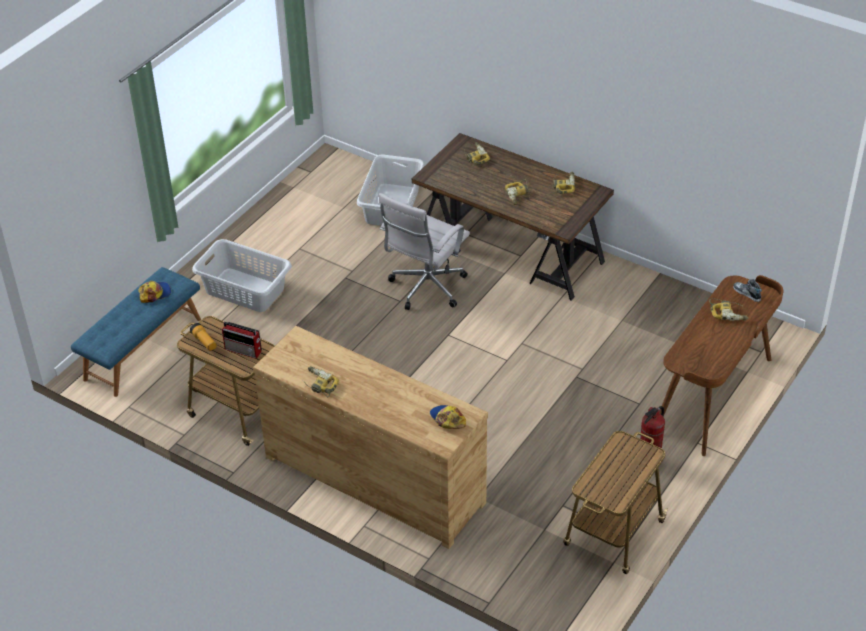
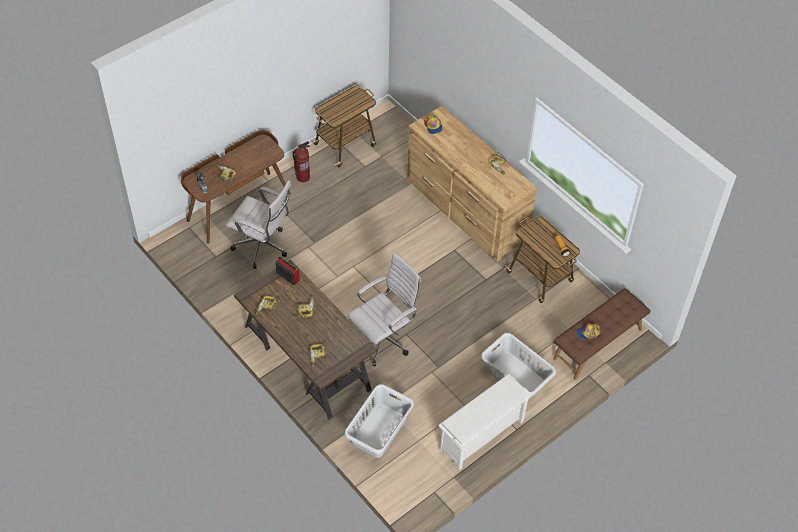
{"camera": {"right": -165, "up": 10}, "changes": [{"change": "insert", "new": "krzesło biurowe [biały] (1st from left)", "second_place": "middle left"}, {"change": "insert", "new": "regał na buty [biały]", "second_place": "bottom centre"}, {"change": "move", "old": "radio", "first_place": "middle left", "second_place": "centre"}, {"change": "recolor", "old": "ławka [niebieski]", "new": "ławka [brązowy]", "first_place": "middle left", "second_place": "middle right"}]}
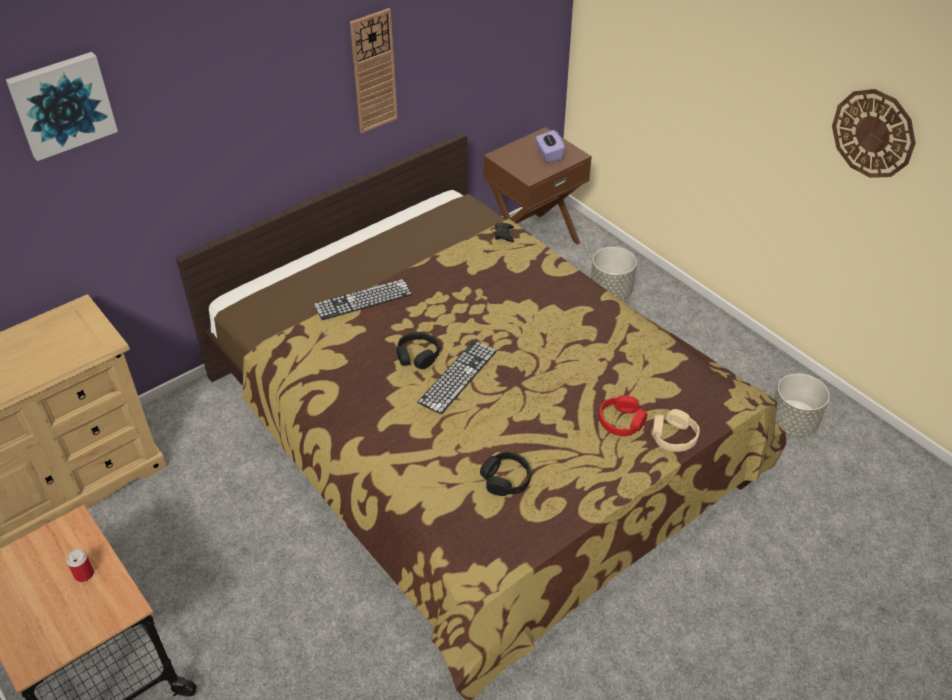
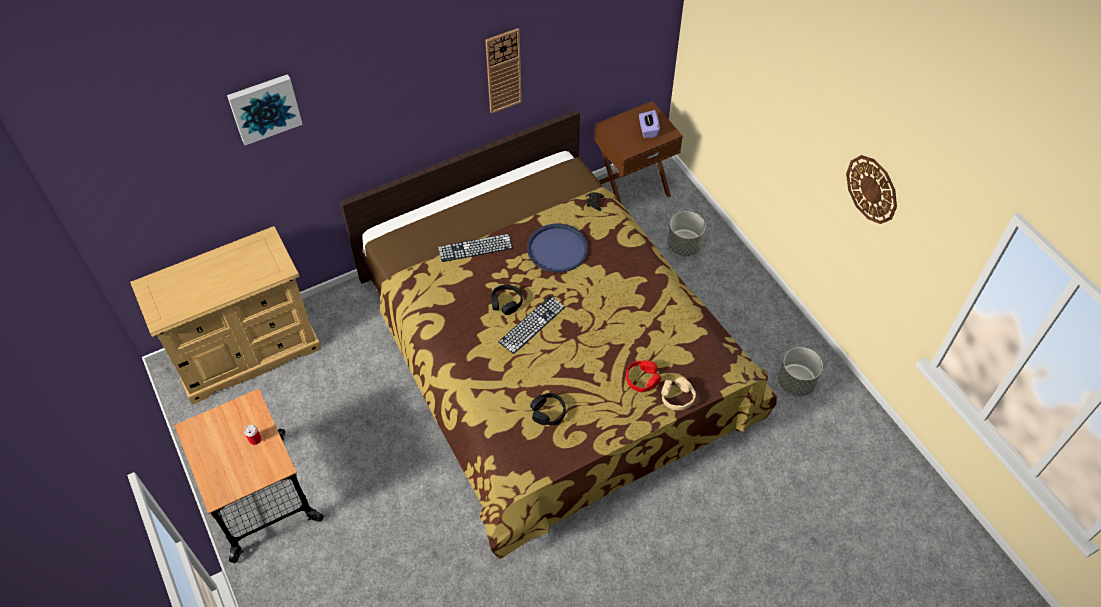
{"camera": {"right": 10, "up": 10}, "changes": [{"change": "insert", "new": "taca [niebieski]", "second_place": "centre"}]}
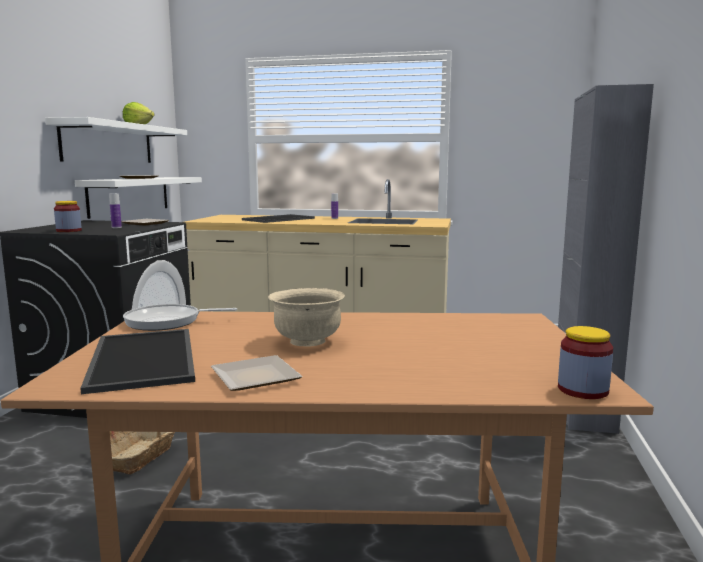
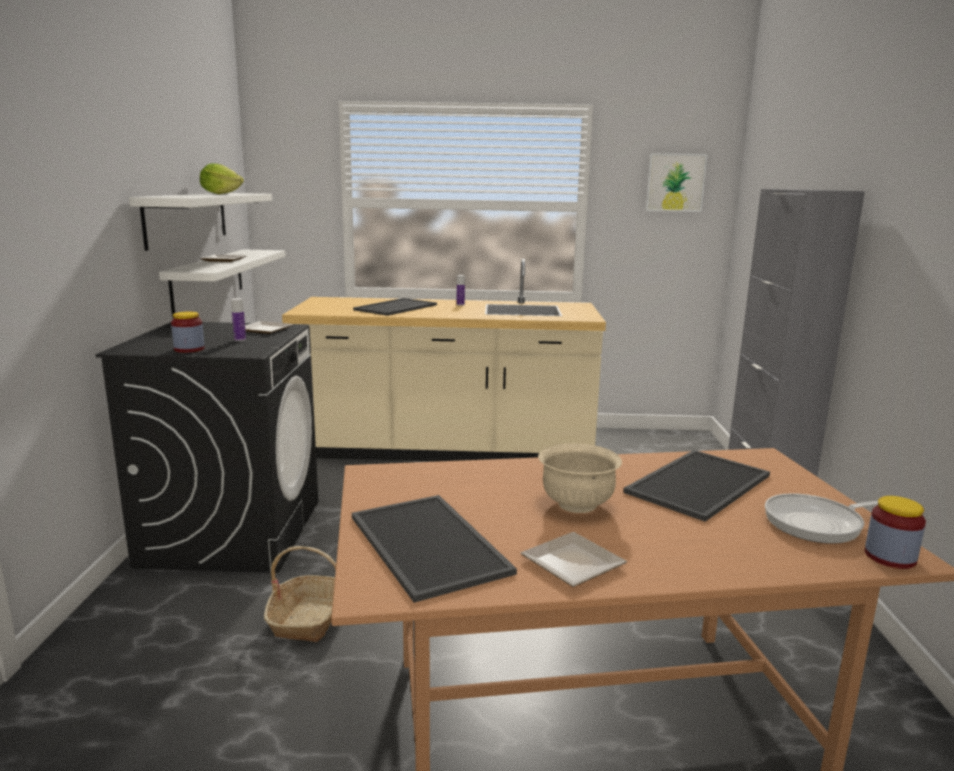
{"camera": {"right": -10, "up": 5}, "changes": [{"change": "insert", "new": "taca (3rd from left)", "second_place": "middle right"}, {"change": "insert", "new": "obraz", "second_place": "top right"}, {"change": "move", "old": "patelnia", "first_place": "middle left", "second_place": "bottom right"}]}
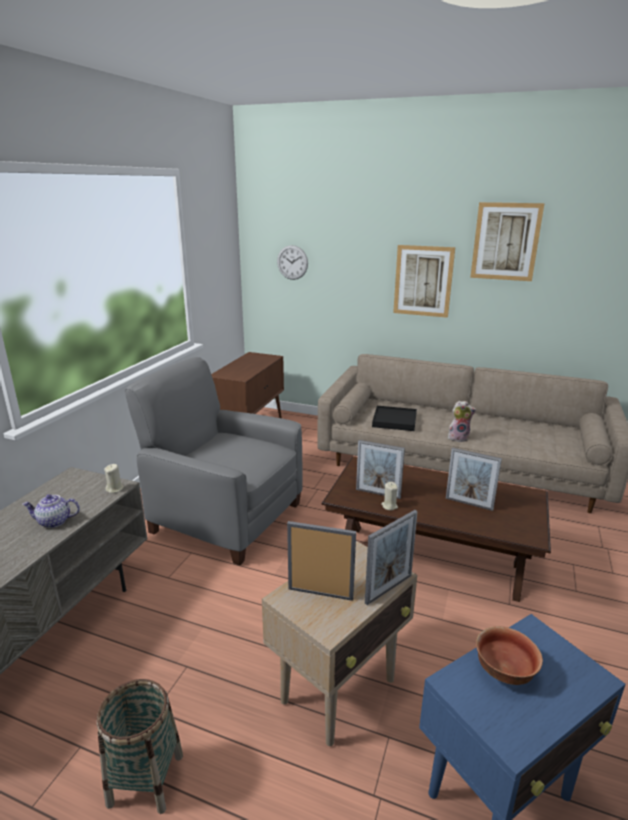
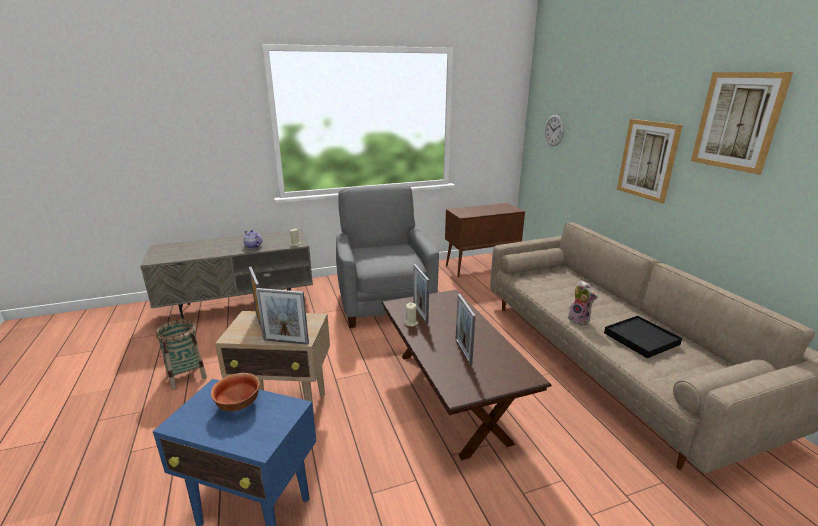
{"camera": {"right": 50, "up": 0}, "changes": [{"change": "move", "old": "taca [czarny]", "first_place": "centre", "second_place": "middle right"}]}
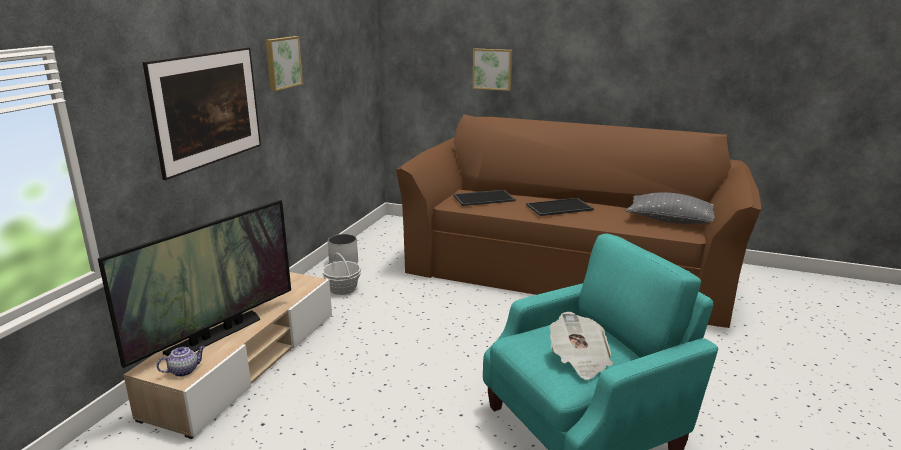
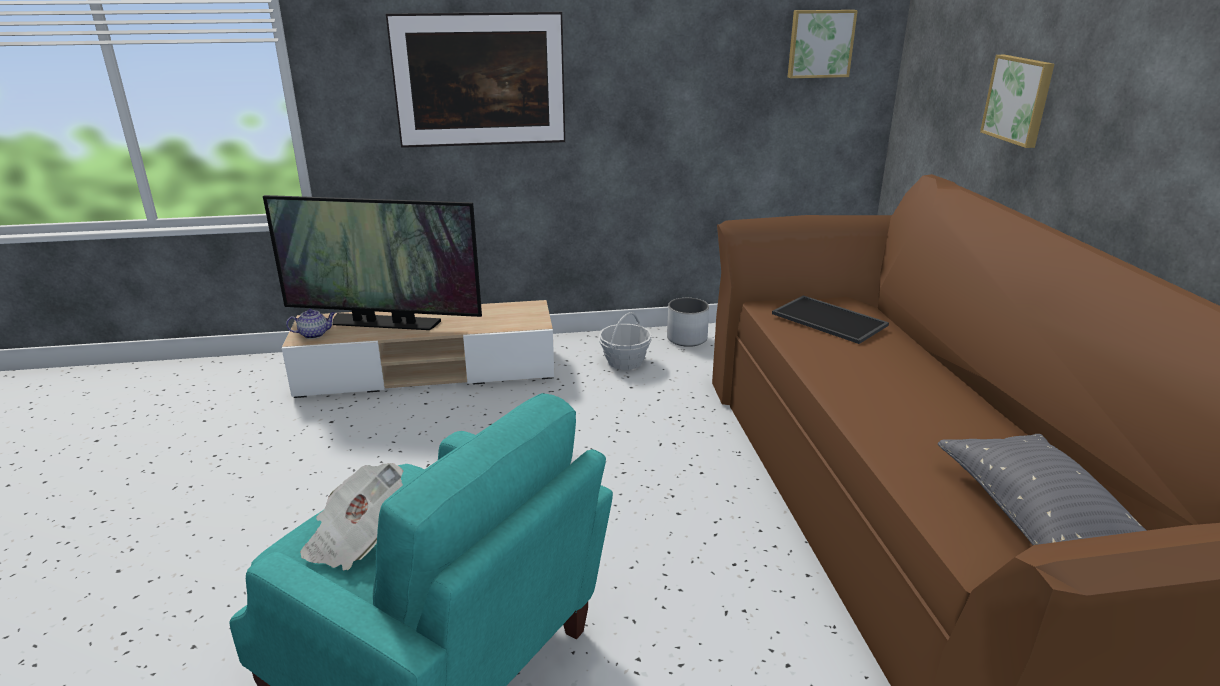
{"camera": {"right": 60, "up": 5}, "changes": [{"change": "delete", "old": "taca (2nd from left)", "first_place": "centre"}, {"change": "move", "old": "obraz (2nd from left)", "first_place": "top left", "second_place": "top right"}, {"change": "rotate", "old": "imbryk", "first_place": "bottom left", "second_place": "middle left", "degrees": -45}]}
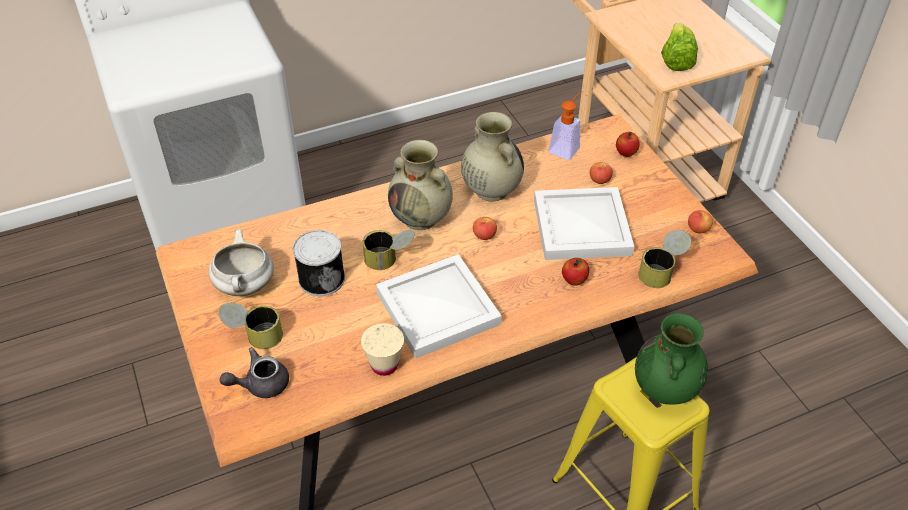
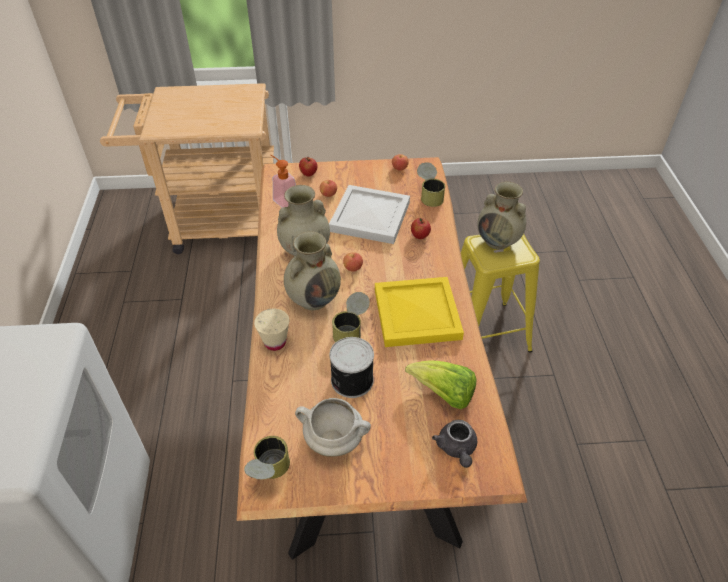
{"camera": {"right": -70, "up": 0}, "changes": [{"change": "move", "old": "puszka (1st from left)", "first_place": "middle left", "second_place": "bottom centre"}, {"change": "move", "old": "filiżanka [beżowy]", "first_place": "bottom centre", "second_place": "centre"}, {"change": "move", "old": "sałata", "first_place": "top right", "second_place": "centre"}, {"change": "recolor", "old": "taca [biały] (1st from left)", "new": "taca [żółty]", "first_place": "centre", "second_place": "centre"}, {"change": "recolor", "old": "wazon [zielony]", "new": "wazon [beżowy] (3rd from left)", "first_place": "bottom right", "second_place": "middle right"}]}
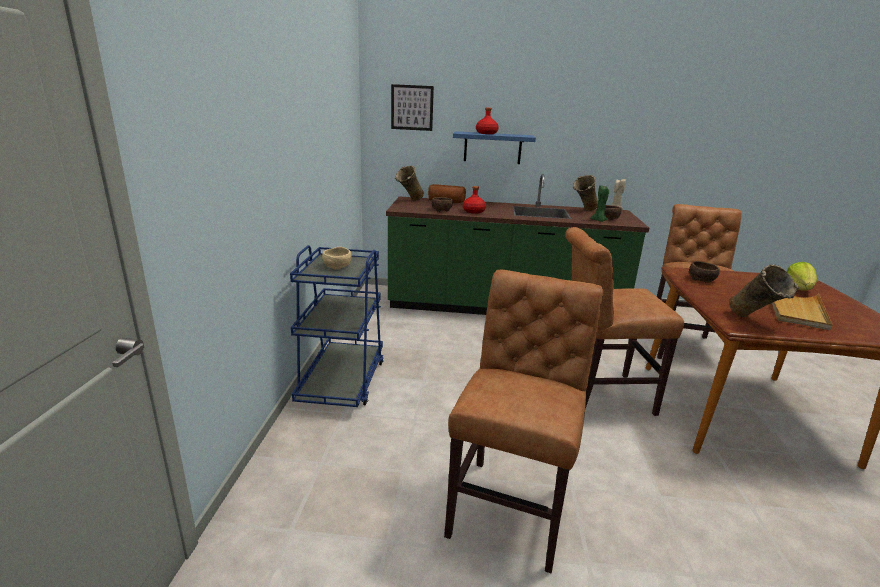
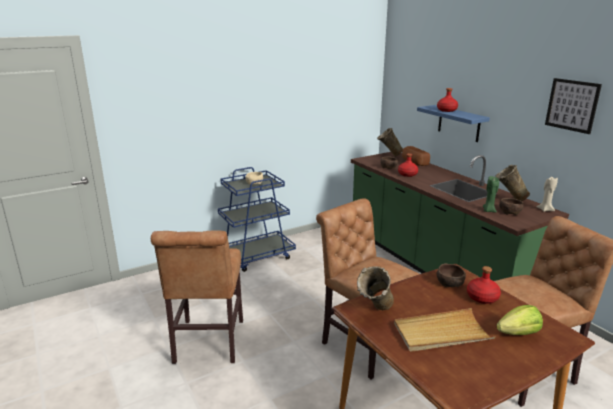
{"camera": {"right": 55, "up": 0}, "changes": [{"change": "insert", "new": "butelka [czerwony] (3rd from left)", "second_place": "bottom right"}, {"change": "move", "old": "obraz", "first_place": "top centre", "second_place": "top right"}, {"change": "rotate", "old": "krzesło [brązowy] (1st from left)", "first_place": "bottom centre", "second_place": "bottom left", "degrees": 105}]}
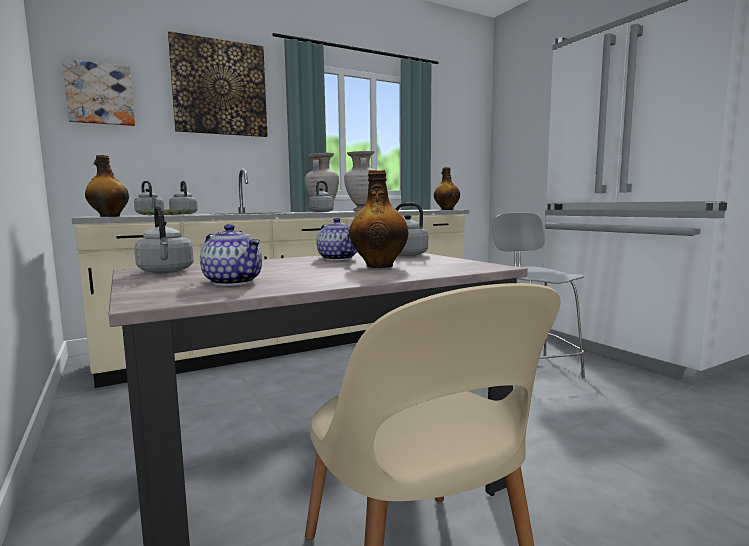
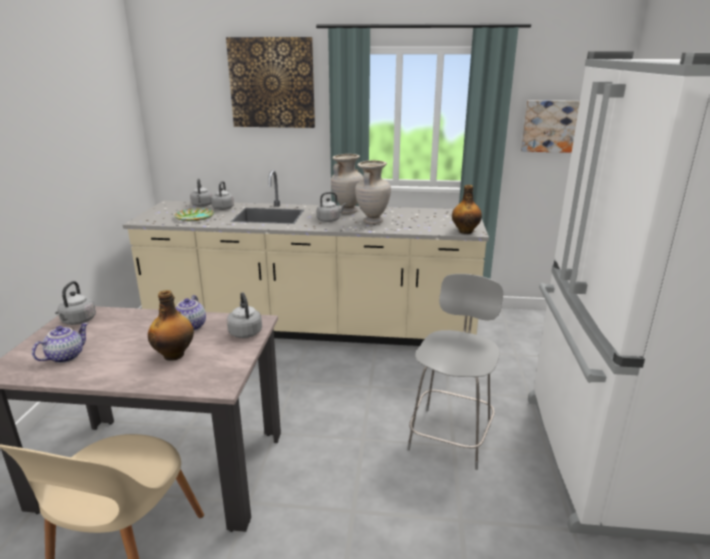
{"camera": {"right": 35, "up": 15}, "changes": [{"change": "delete", "old": "butelka (1st from left)", "first_place": "middle left"}, {"change": "move", "old": "obraz (1st from left in the first image)", "new": "obraz (2nd from left)", "first_place": "top left", "second_place": "top right"}, {"change": "rotate", "old": "imbryk (1st from left)", "first_place": "middle left", "second_place": "middle left", "degrees": -135}]}
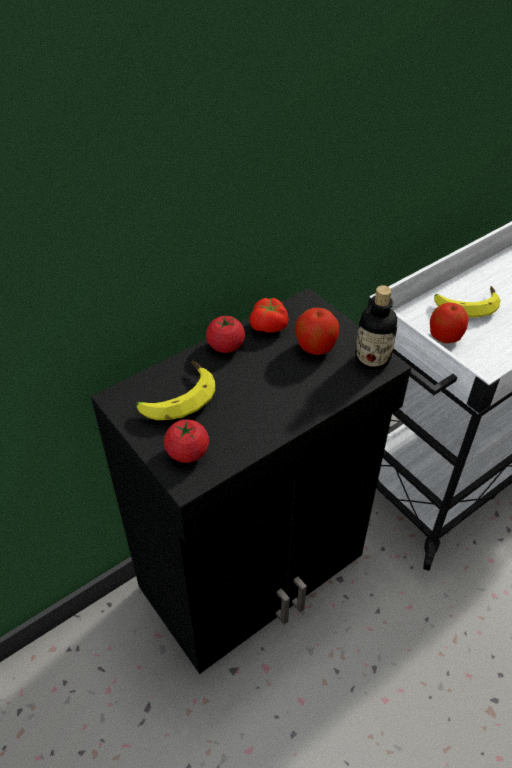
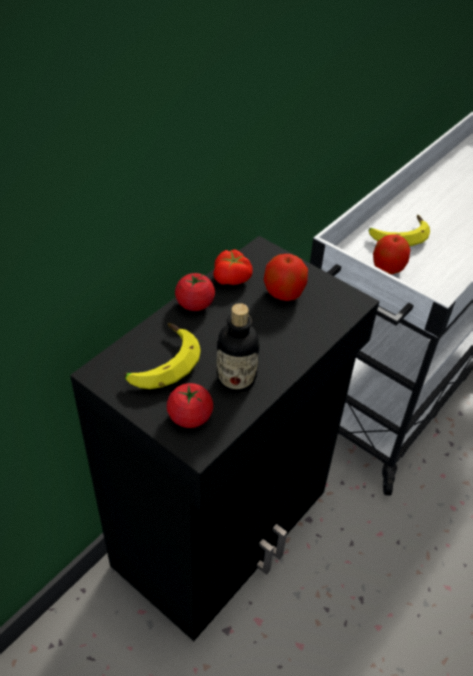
{"camera": {"right": -15, "up": 0}, "changes": [{"change": "move", "old": "butelka", "first_place": "middle right", "second_place": "centre"}]}
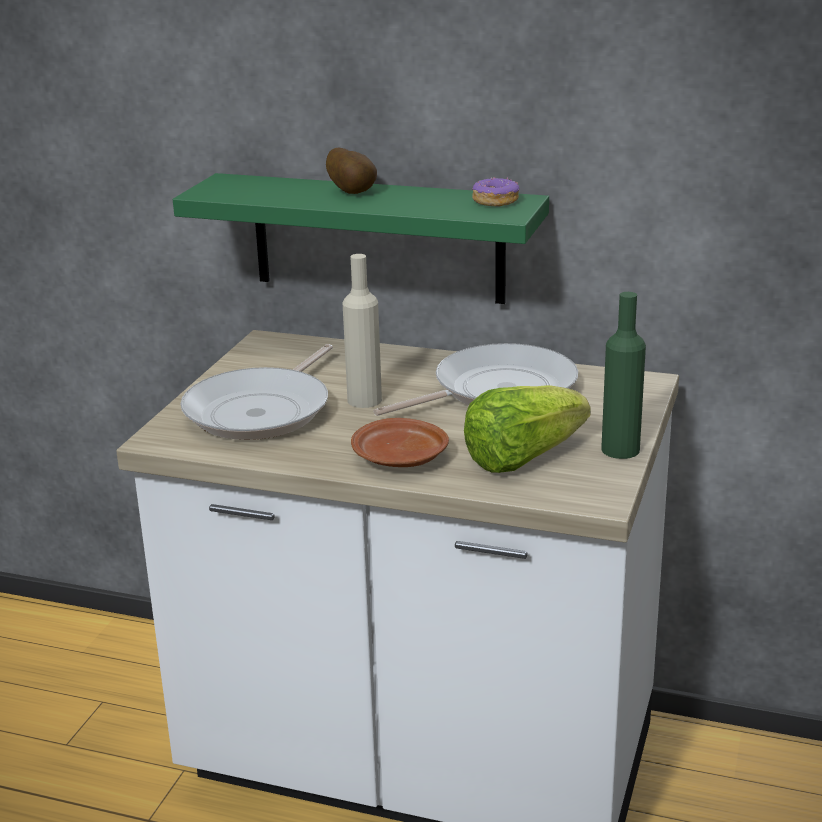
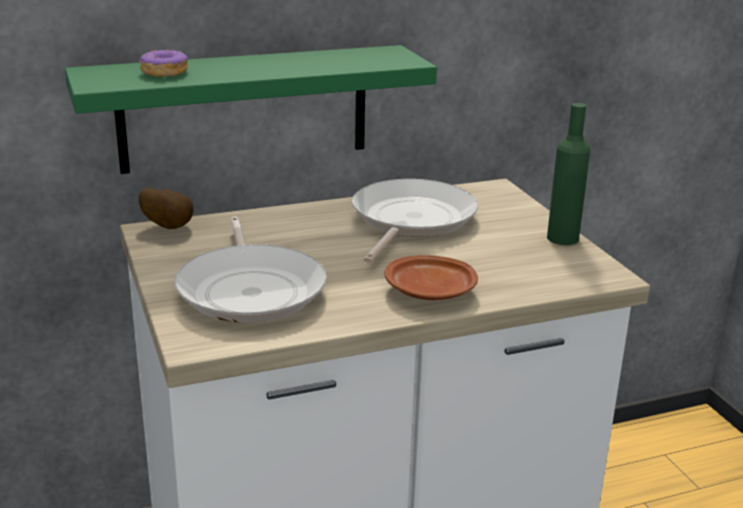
{"camera": {"right": -40, "up": 0}, "changes": [{"change": "delete", "old": "butelka [beżowy]", "first_place": "centre"}, {"change": "delete", "old": "sałata", "first_place": "centre"}, {"change": "move", "old": "ziemniak", "first_place": "top centre", "second_place": "middle left"}, {"change": "move", "old": "donut", "first_place": "top centre", "second_place": "top left"}]}
